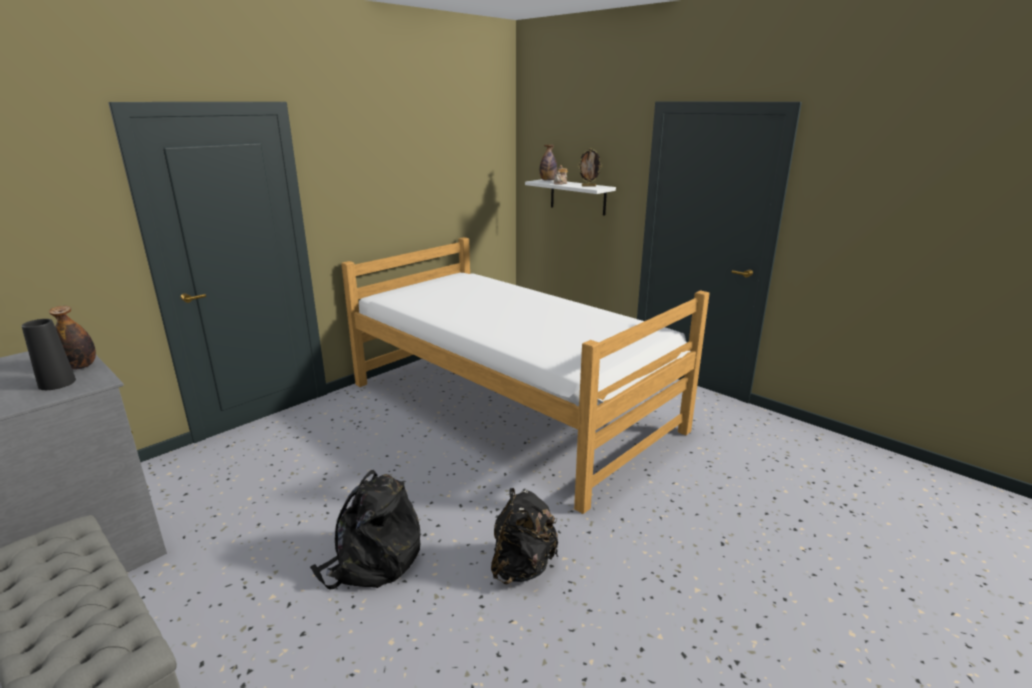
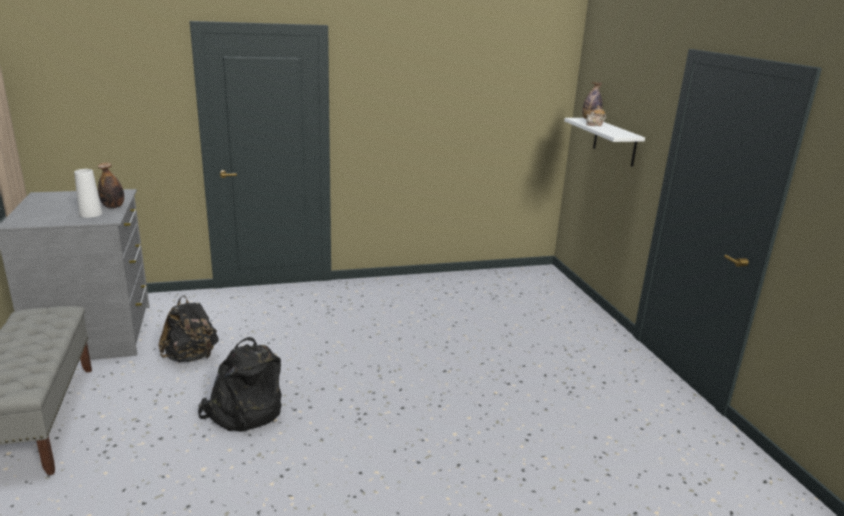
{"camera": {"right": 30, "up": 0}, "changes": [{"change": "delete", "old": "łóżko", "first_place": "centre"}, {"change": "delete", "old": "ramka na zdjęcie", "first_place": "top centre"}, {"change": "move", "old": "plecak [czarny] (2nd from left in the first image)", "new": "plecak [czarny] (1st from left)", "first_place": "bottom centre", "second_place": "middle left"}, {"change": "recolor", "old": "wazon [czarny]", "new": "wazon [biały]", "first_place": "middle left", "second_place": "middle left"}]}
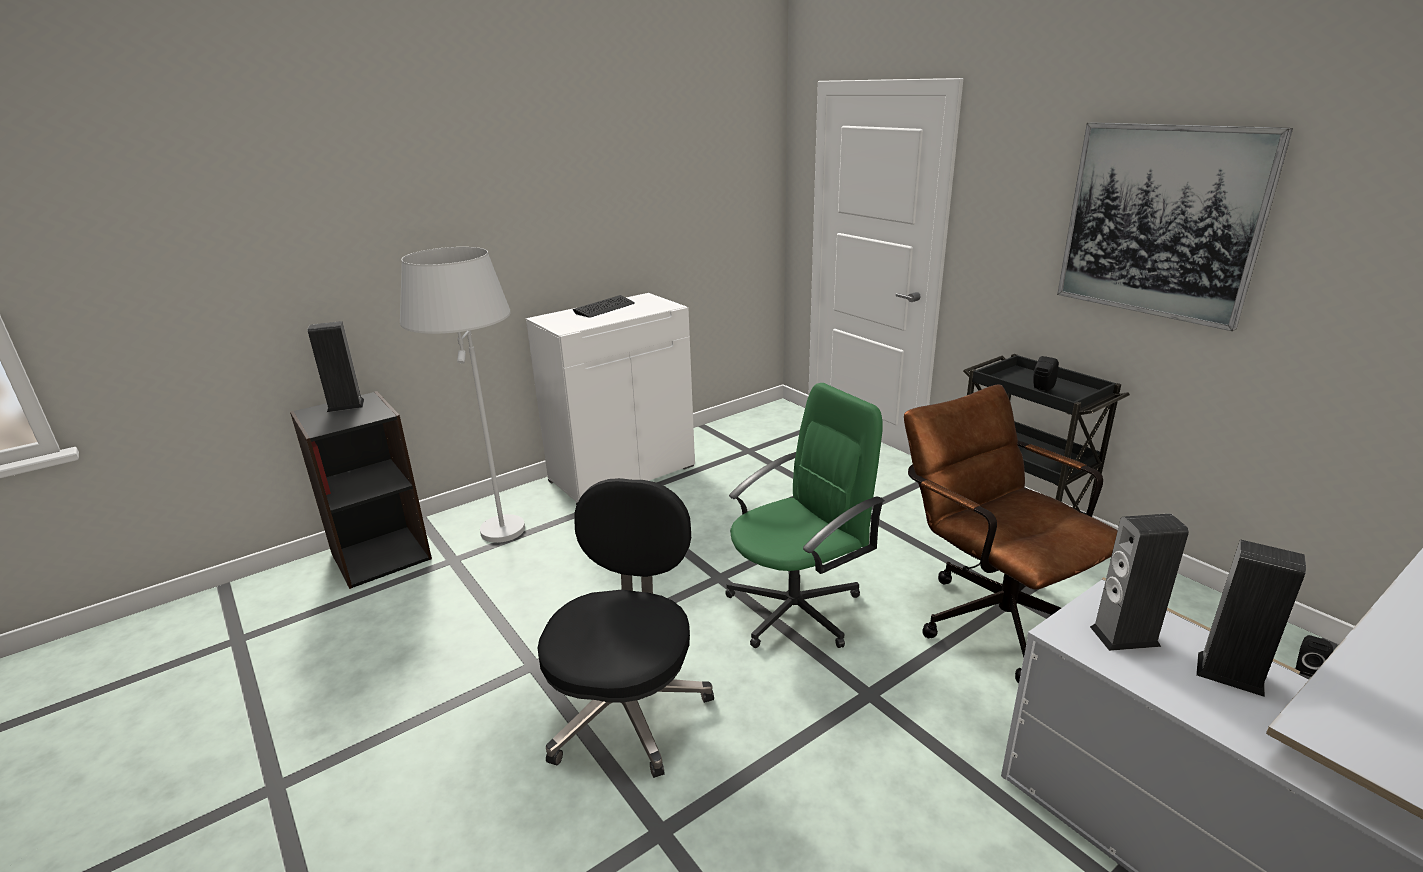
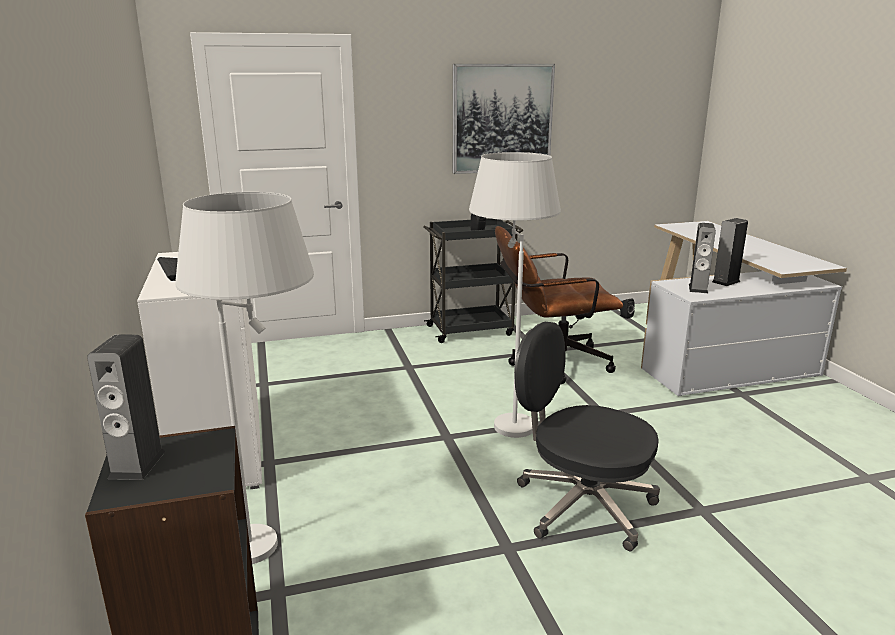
{"camera": {"right": -70, "up": -5}, "changes": [{"change": "replace", "old": "krzesło biurowe [zielony]", "new": "lampa stojąca [biały] (2nd from left)", "first_place": "centre", "second_place": "centre"}]}
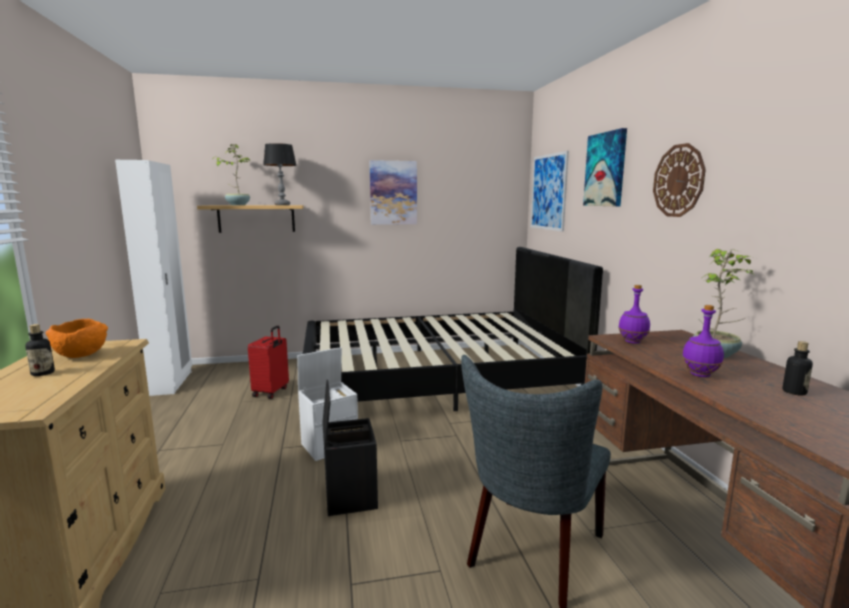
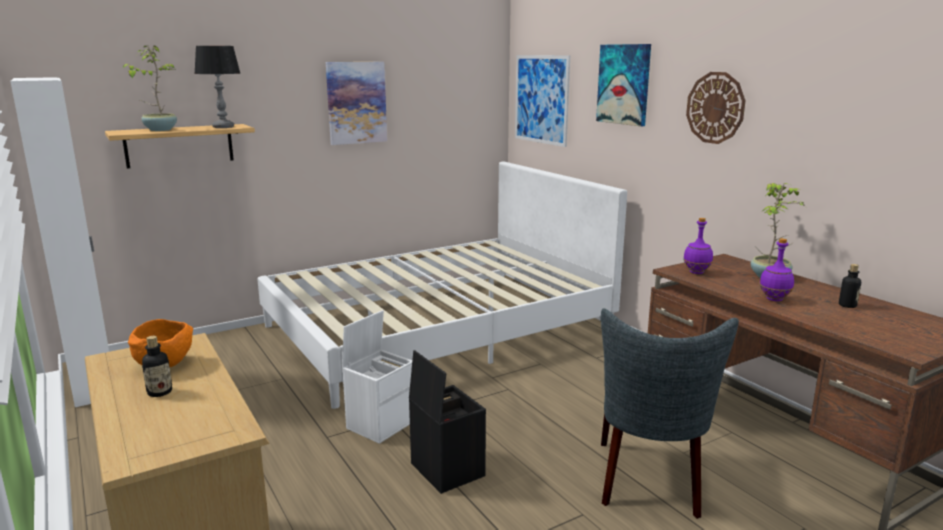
{"camera": {"right": -20, "up": 5}, "changes": [{"change": "delete", "old": "walizka [czerwony]", "first_place": "middle left"}, {"change": "recolor", "old": "łóżko [czarny]", "new": "łóżko [biały]", "first_place": "centre", "second_place": "centre"}]}
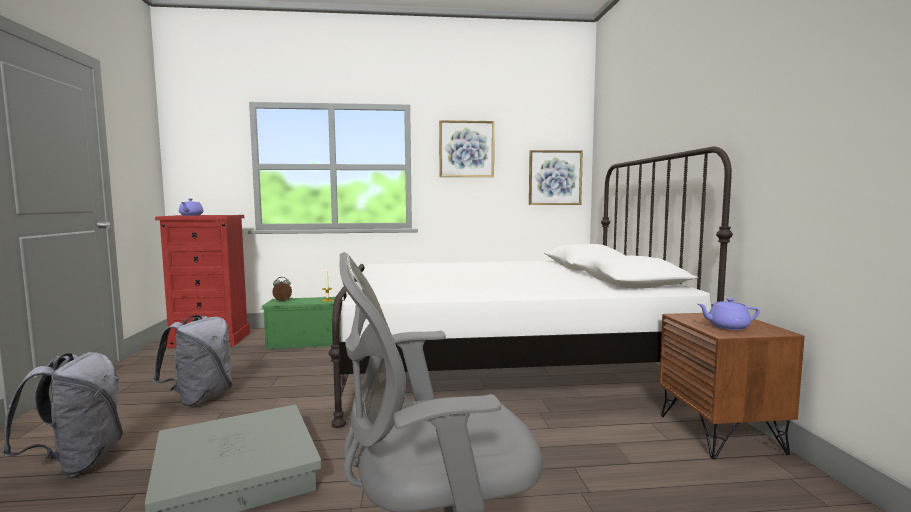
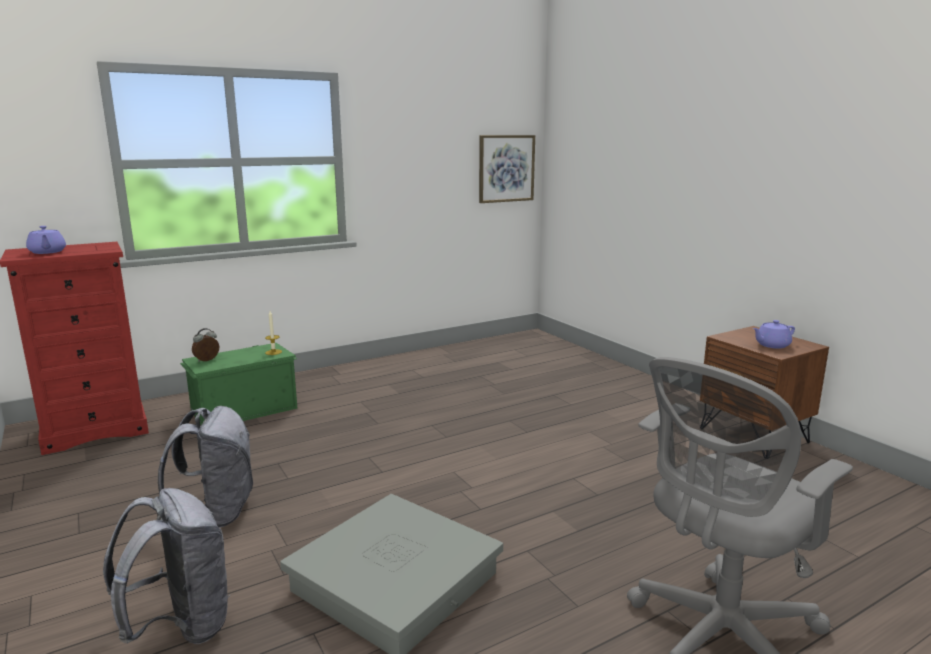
{"camera": {"right": -25, "up": 10}, "changes": [{"change": "delete", "old": "łóżko [biały]", "first_place": "centre"}, {"change": "delete", "old": "obraz (1st from left)", "first_place": "top centre"}]}
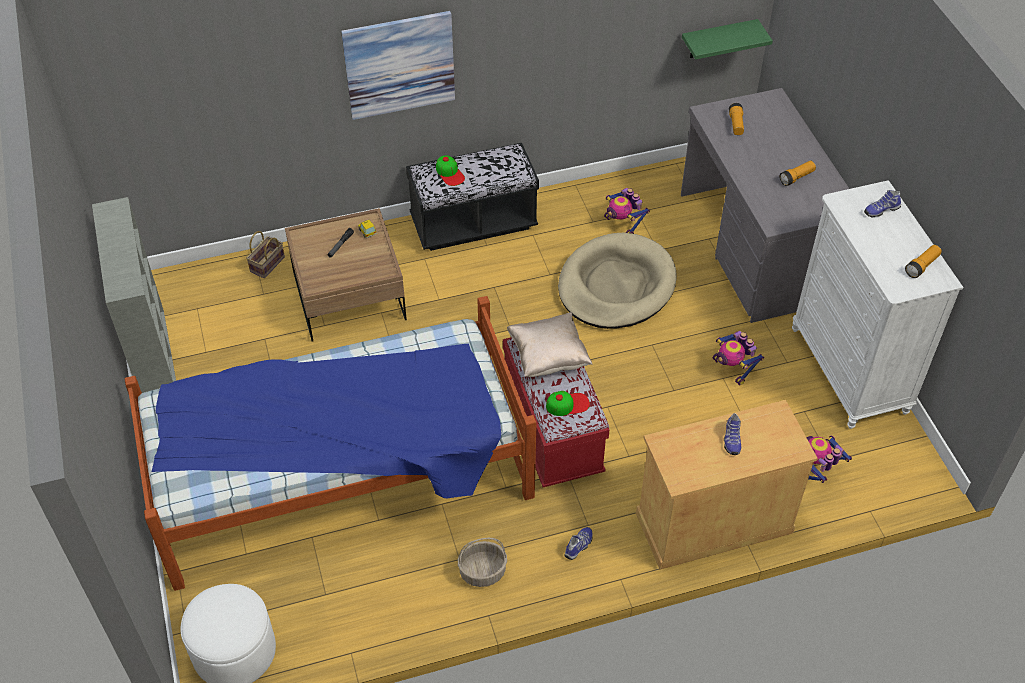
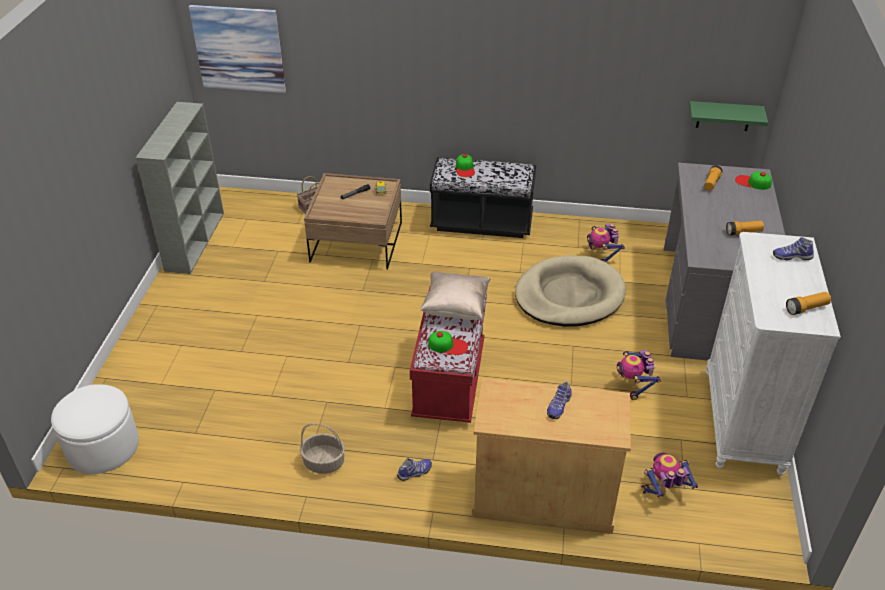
{"camera": {"right": 25, "up": -10}, "changes": [{"change": "delete", "old": "łóżko", "first_place": "middle left"}, {"change": "insert", "new": "czapka z daszkiem (3rd from left)", "second_place": "top right"}, {"change": "move", "old": "obraz", "first_place": "top centre", "second_place": "top left"}]}
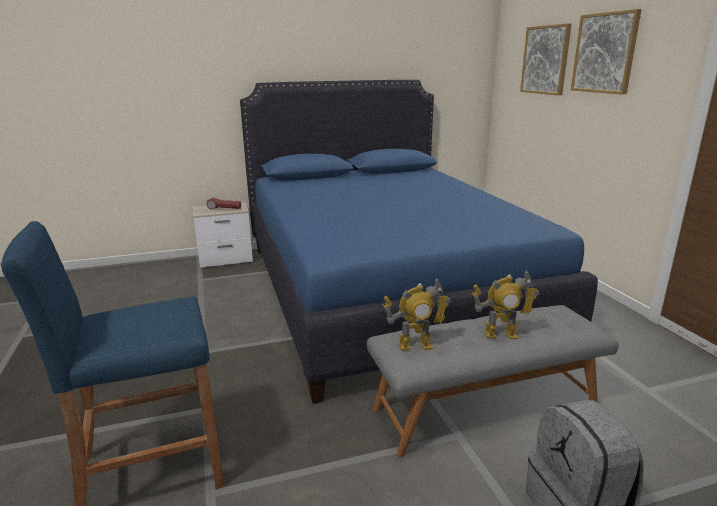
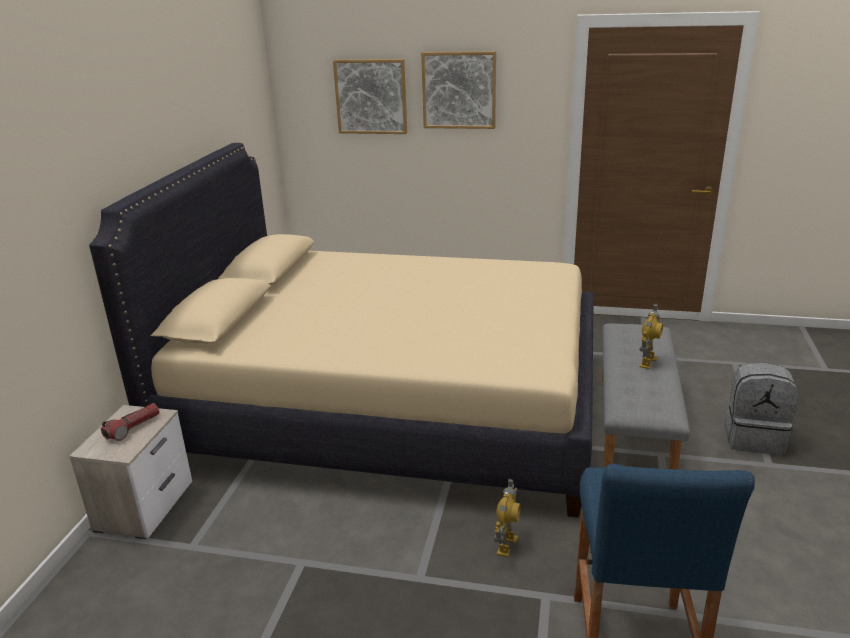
{"camera": {"right": -60, "up": 5}, "changes": [{"change": "move", "old": "robot zabawkowy (1st from left)", "first_place": "centre", "second_place": "bottom centre"}, {"change": "recolor", "old": "łóżko [niebieski]", "new": "łóżko [beżowy]", "first_place": "centre", "second_place": "centre"}]}
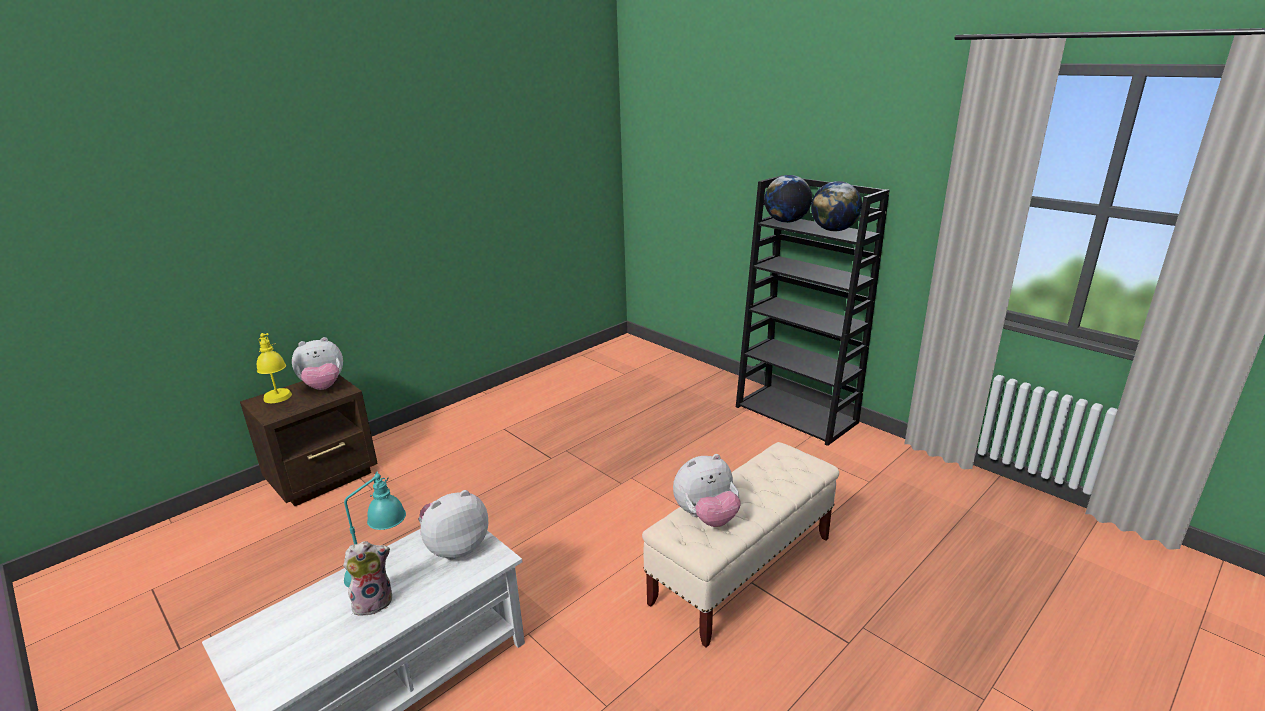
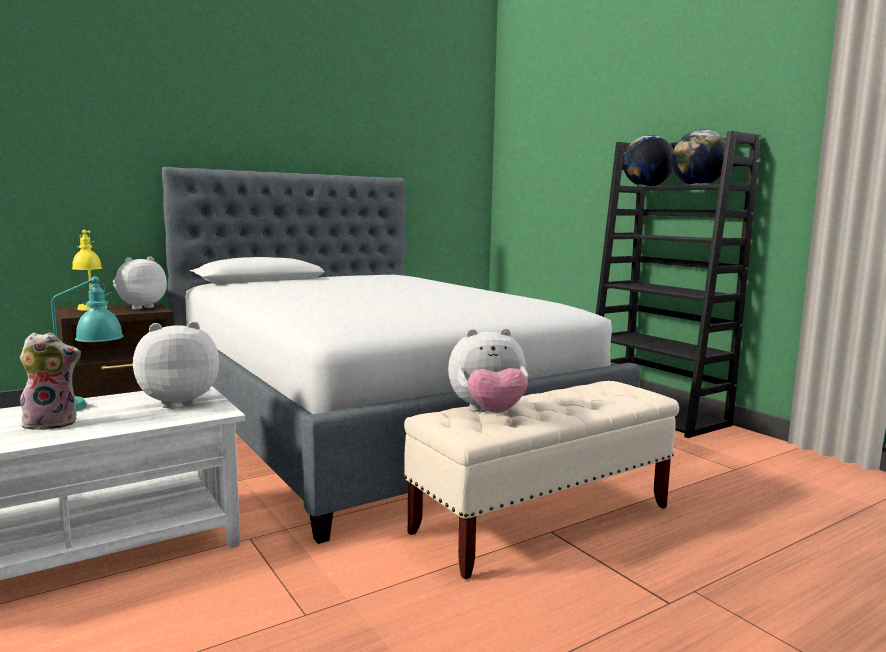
{"camera": {"right": 10, "up": -15}, "changes": [{"change": "insert", "new": "łóżko", "second_place": "centre"}, {"change": "rotate", "old": "pluszak (1st from left in the first image)", "first_place": "middle left", "second_place": "middle left", "degrees": 150}]}
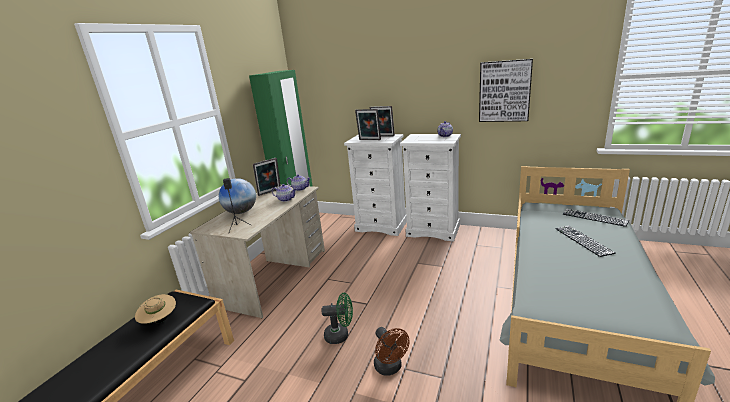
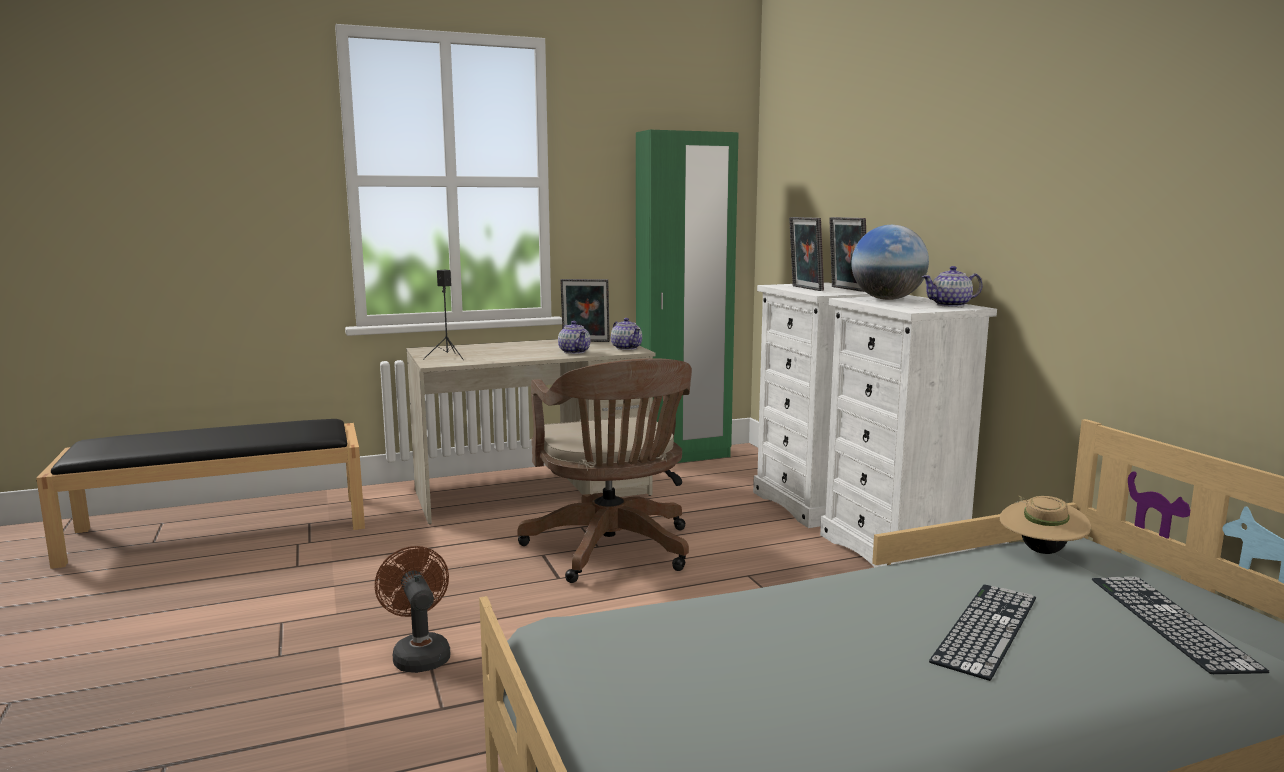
{"camera": {"right": 45, "up": -10}, "changes": [{"change": "delete", "old": "wentylator [zielony]", "first_place": "bottom centre"}, {"change": "delete", "old": "obraz", "first_place": "top right"}, {"change": "insert", "new": "krzesło biurowe [brązowy]", "second_place": "centre"}, {"change": "move", "old": "kapelusz [beżowy]", "first_place": "bottom left", "second_place": "bottom right"}, {"change": "move", "old": "globus", "first_place": "middle left", "second_place": "middle right"}, {"change": "rotate", "old": "wentylator [brązowy]", "first_place": "bottom centre", "second_place": "bottom left", "degrees": 135}]}
